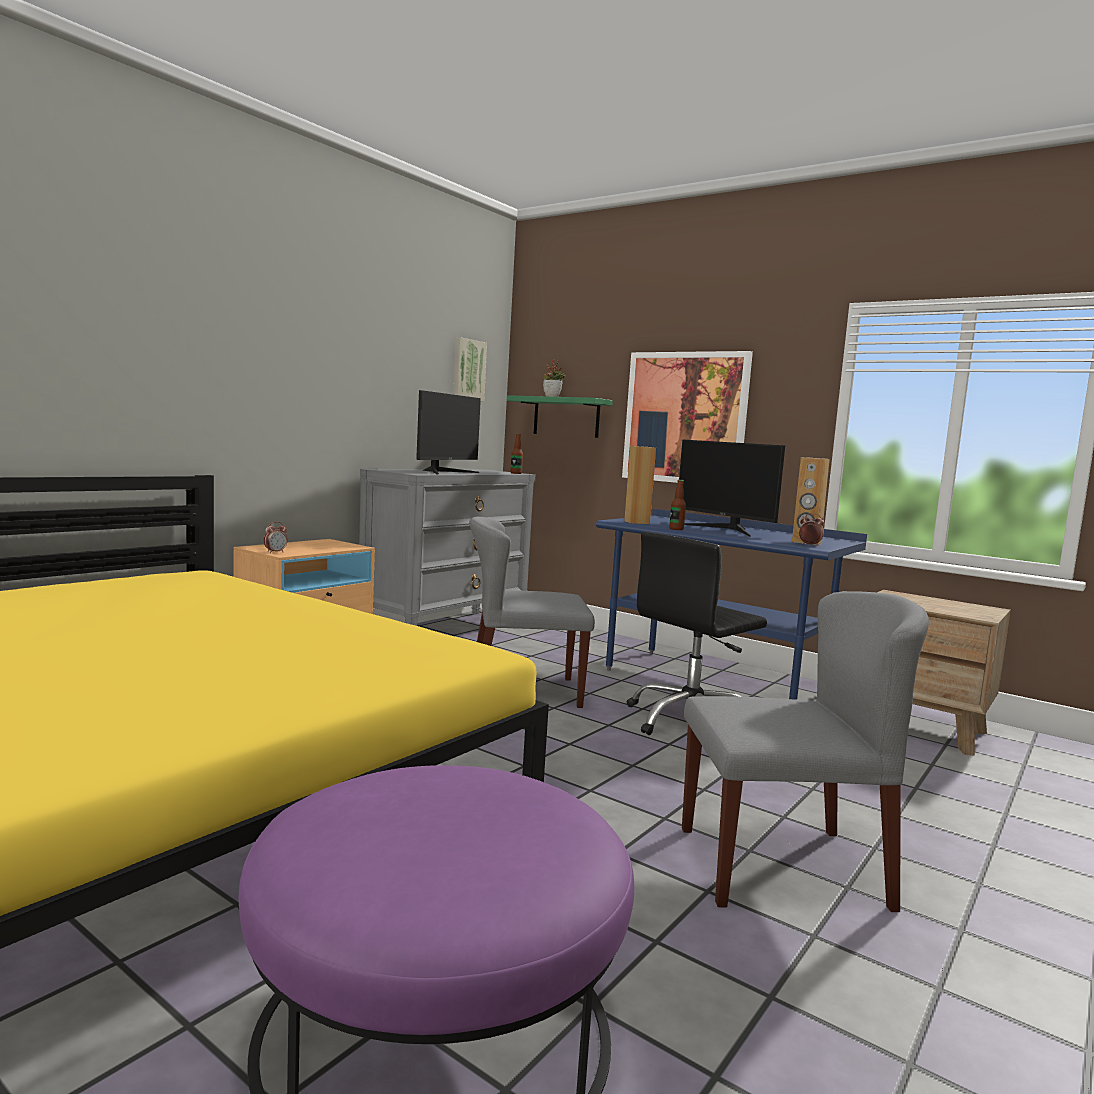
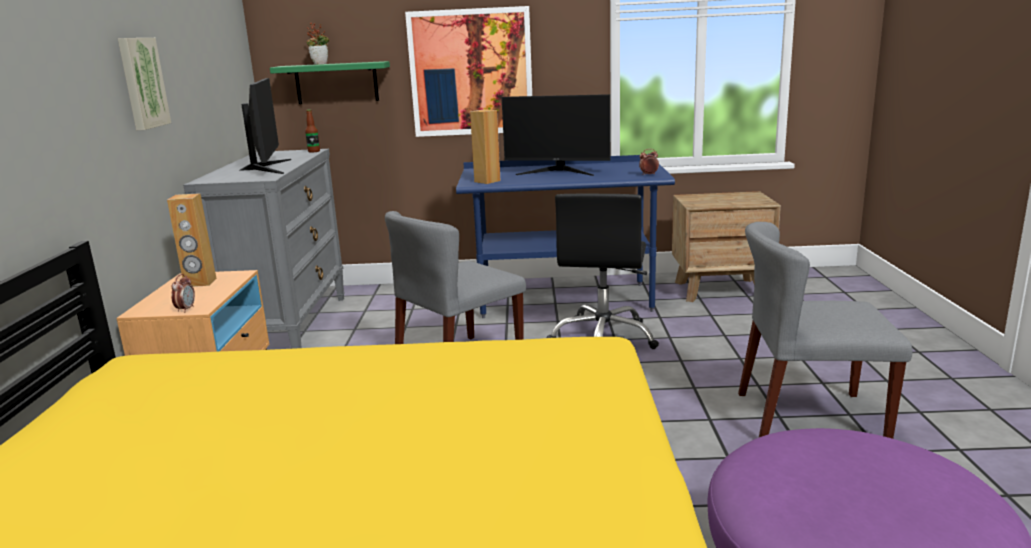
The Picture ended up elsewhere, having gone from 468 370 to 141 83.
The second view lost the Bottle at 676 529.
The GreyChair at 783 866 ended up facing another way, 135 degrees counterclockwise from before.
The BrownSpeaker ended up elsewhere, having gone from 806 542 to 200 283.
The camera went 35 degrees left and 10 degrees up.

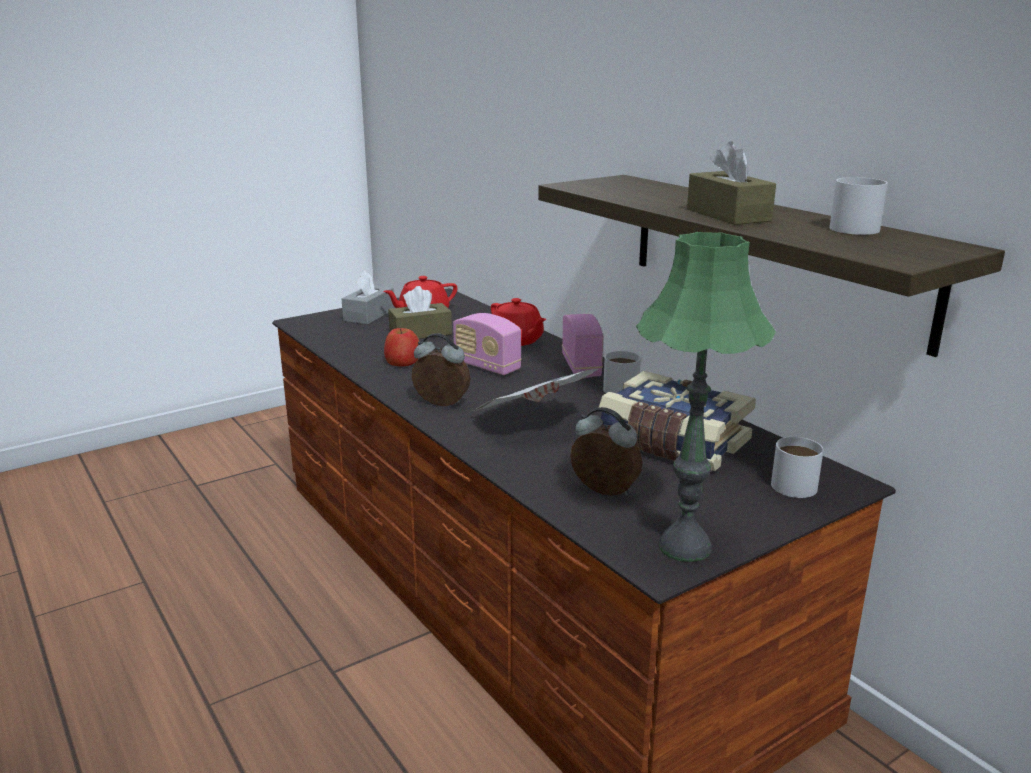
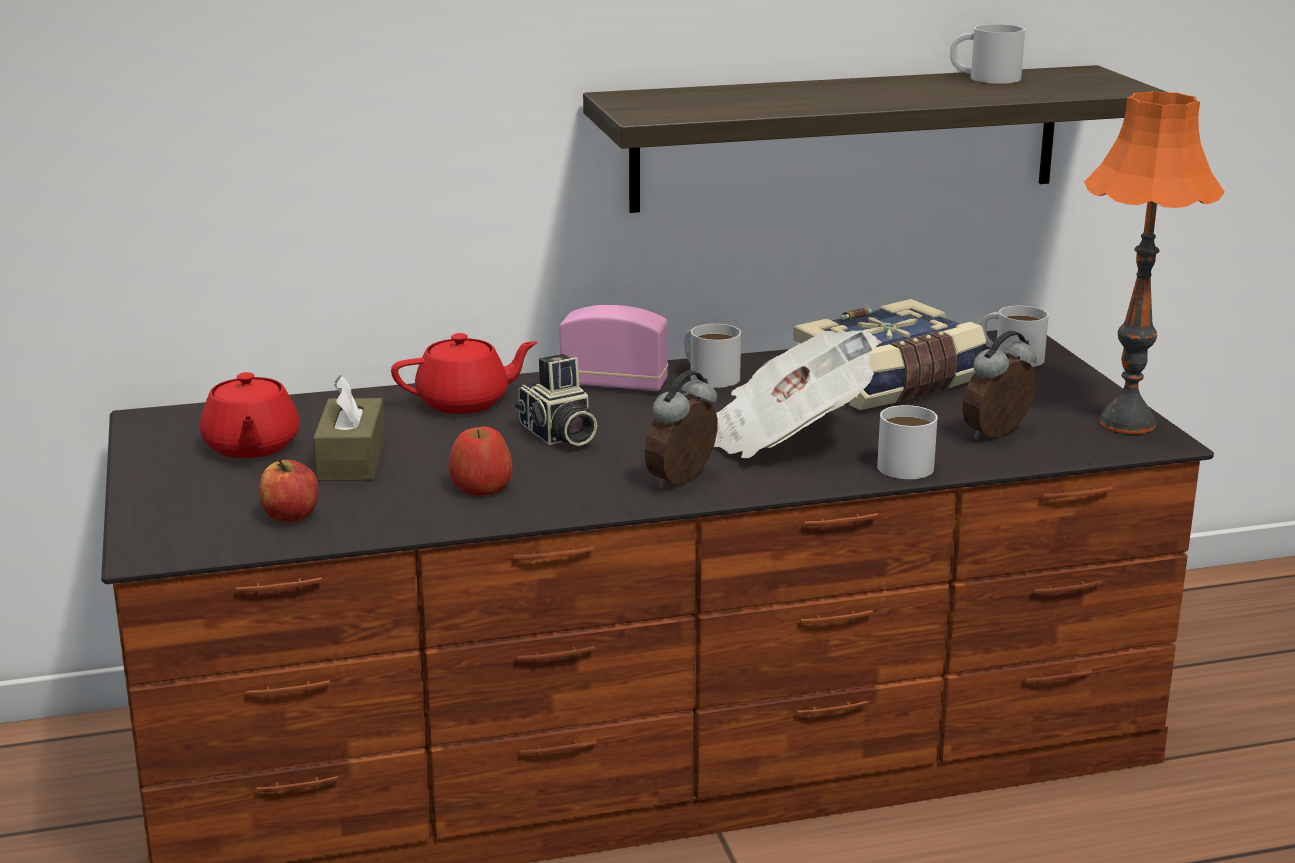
The second view lost the GreyTissueBox at 369 315.
Where the Radio stood at 486 366, the PhotoCamera came to stand at 557 435.
What was the GreenTableLamp at 684 547 turned into the OrangeTableLamp at 1126 423.
The second view lost the BrownTissueBox at 728 215.
The second view gained the Apple at 290 516.
The second view gained the WhiteMug at 911 463.
The camera went 70 degrees left and 0 degrees up.

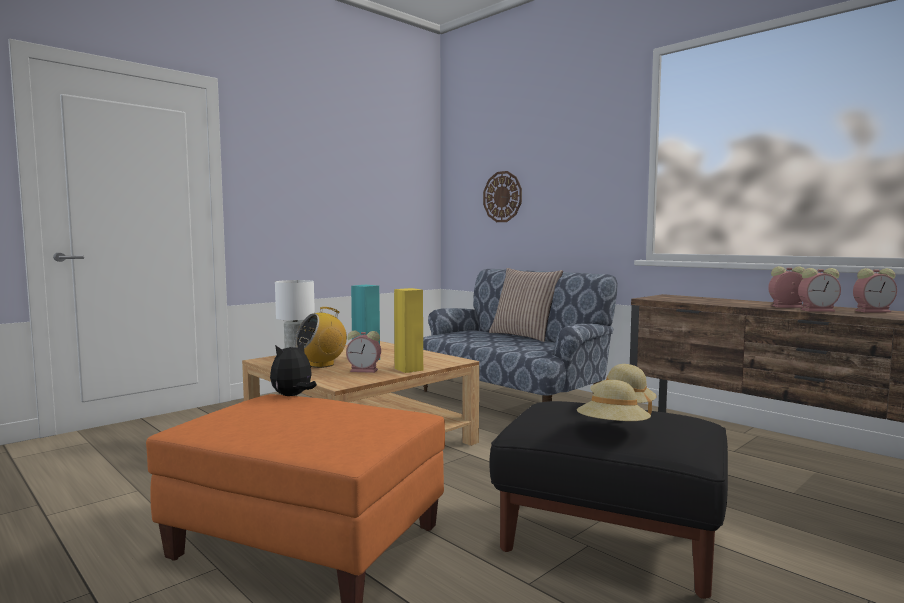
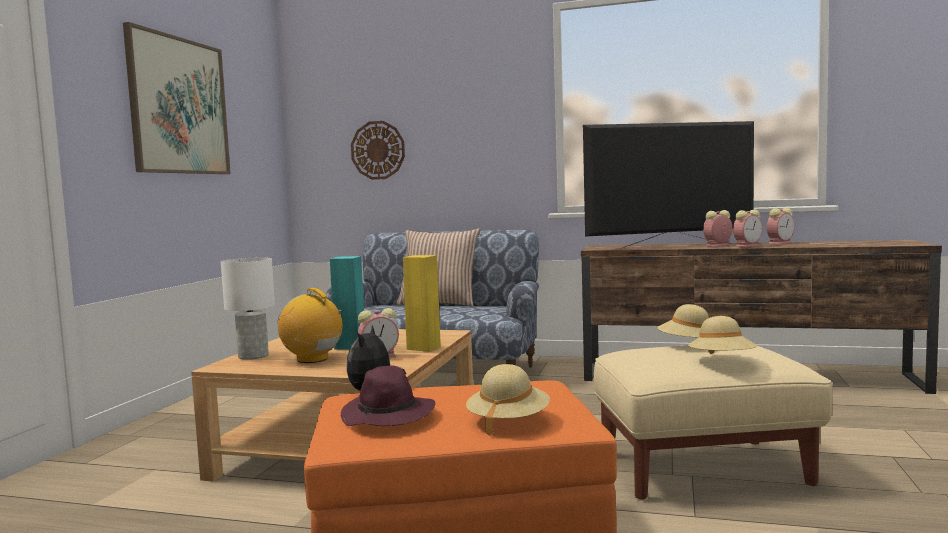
The Radio at 321 364 ended up facing another way, 105 degrees clockwise from before.
What was the BlackOttoman at 607 542 turned into the BeigeOttoman at 701 469.
The second view gained the Picture at 179 106.
The second view gained the PurpleHat at 388 416.
The second view gained the BeigeHat at 508 422.
The second view gained the Television at 670 246.
The camera went 30 degrees left and 0 degrees up.

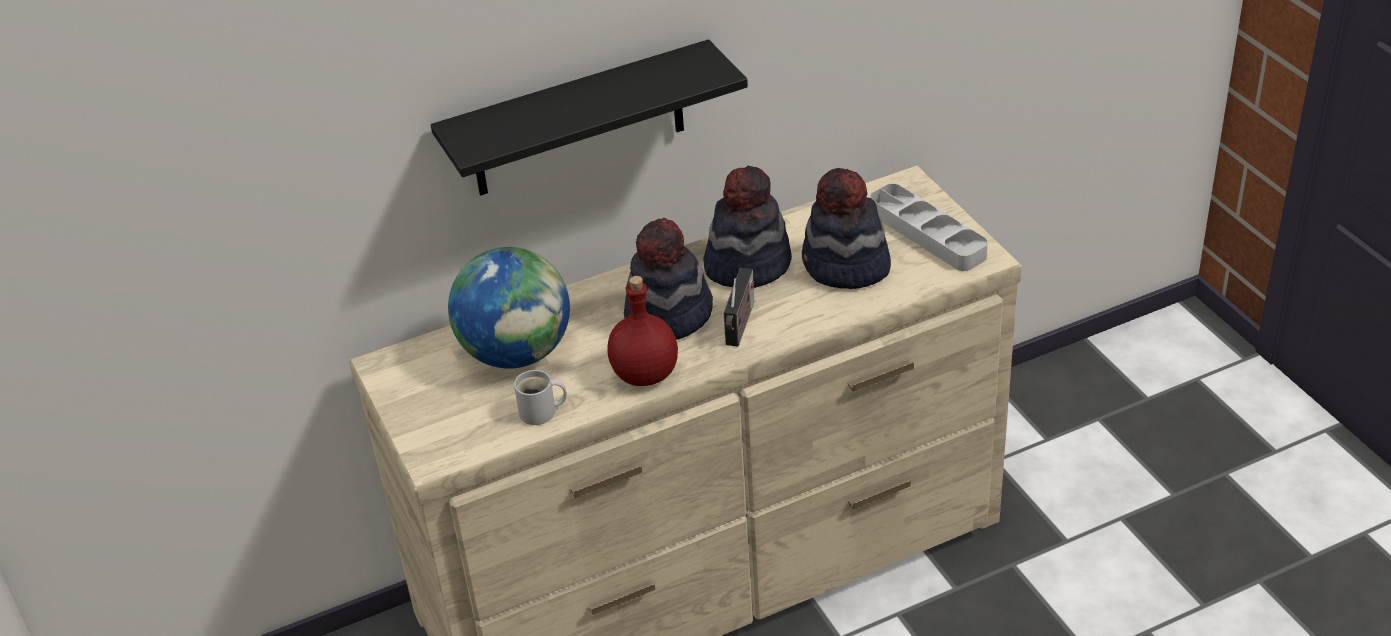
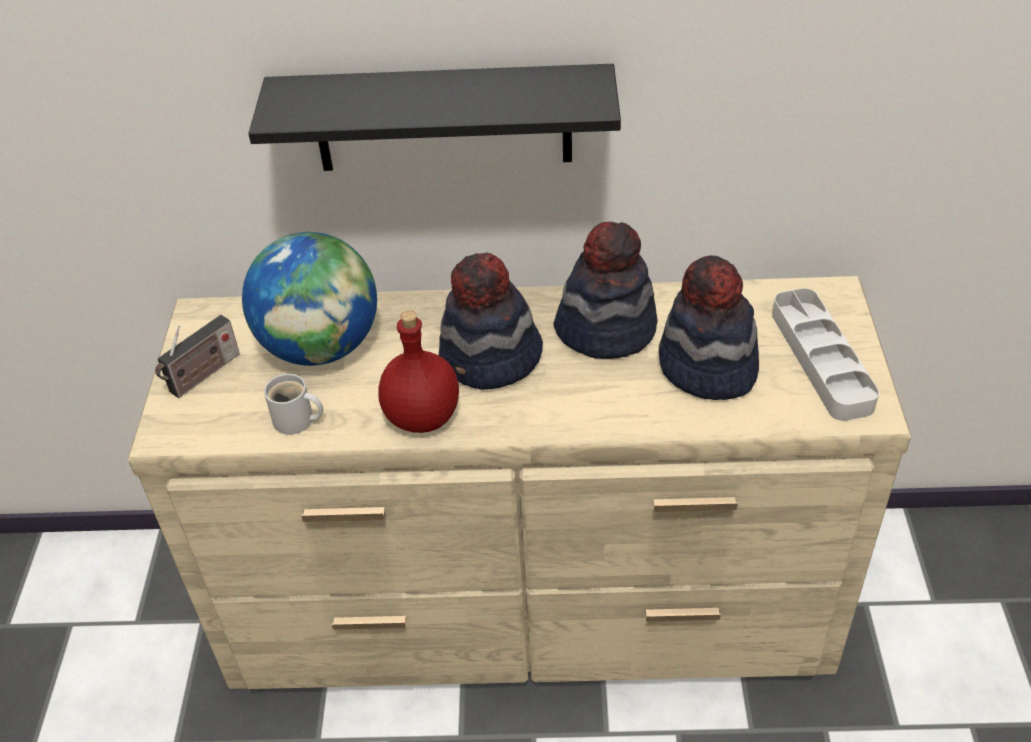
The Radio ended up elsewhere, having gone from 740 325 to 202 376.
The camera went 25 degrees right and 5 degrees up.

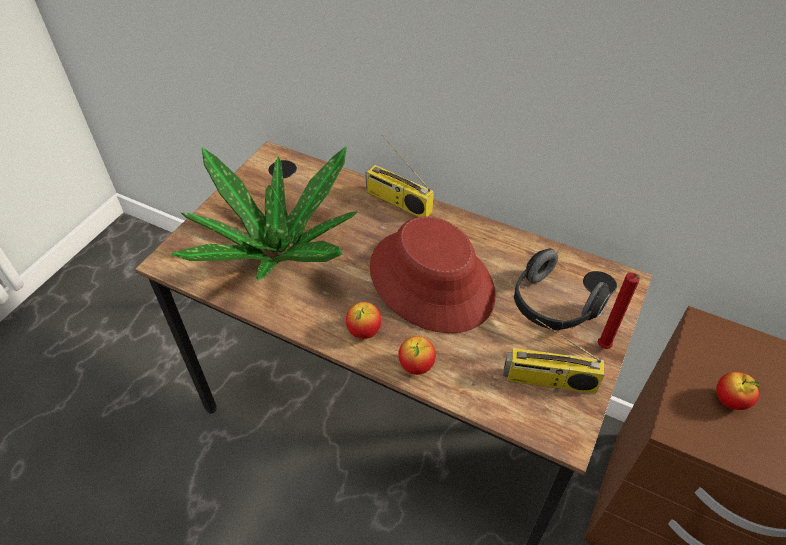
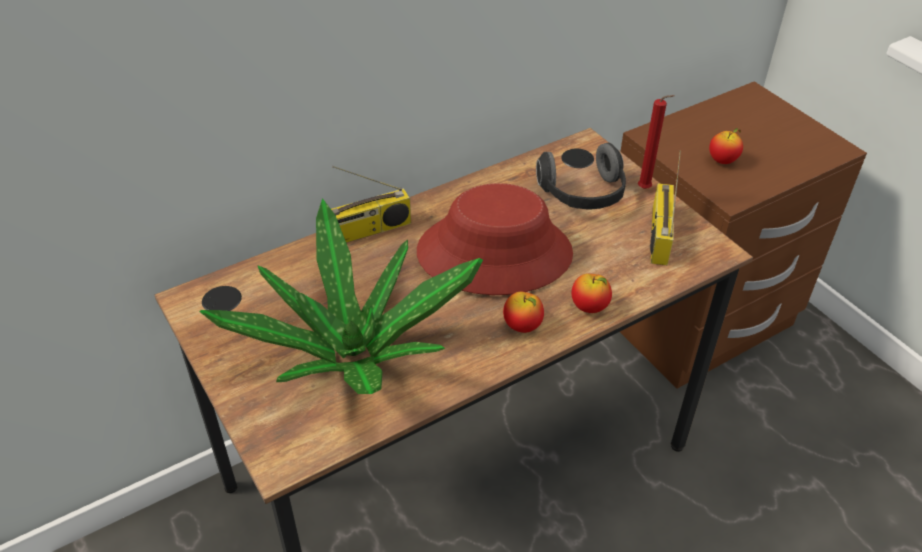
The Radio at 549 381 ended up facing another way, 150 degrees clockwise from before.
The camera went 60 degrees left and 5 degrees down.

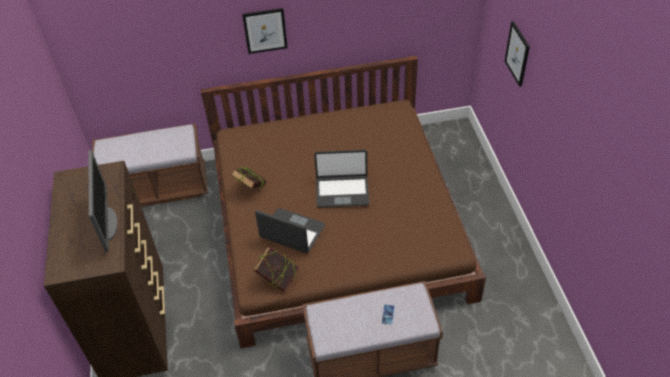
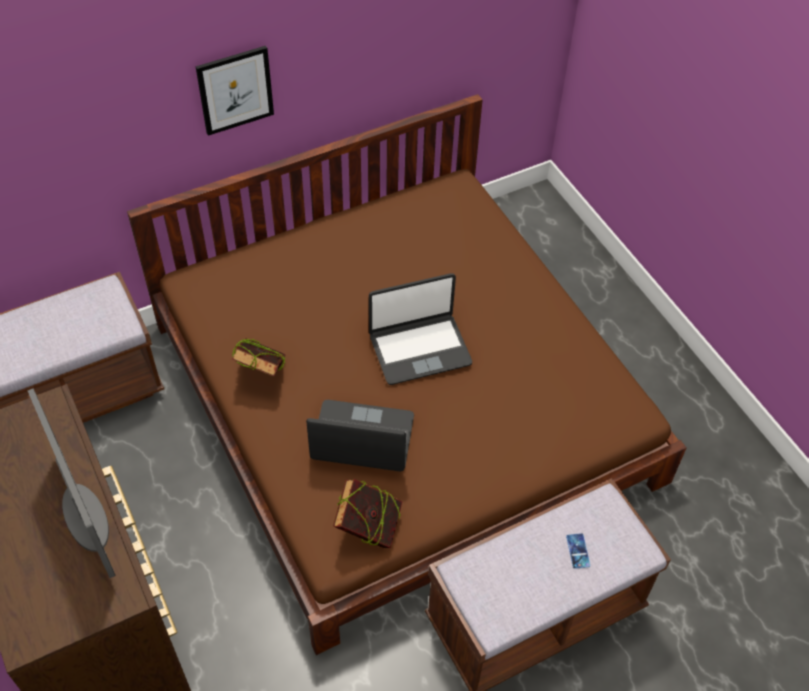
The second view lost the Picture at 517 53.
The camera went 20 degrees left and 5 degrees up.

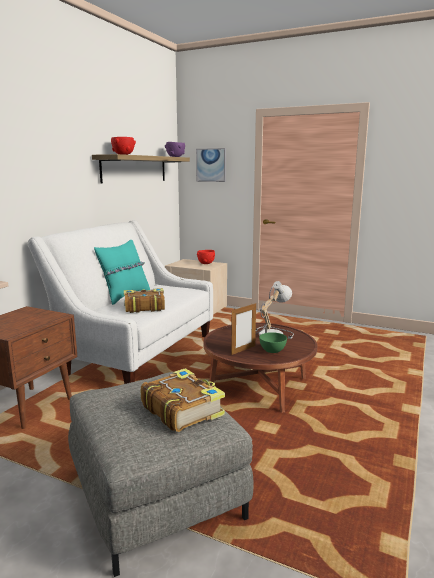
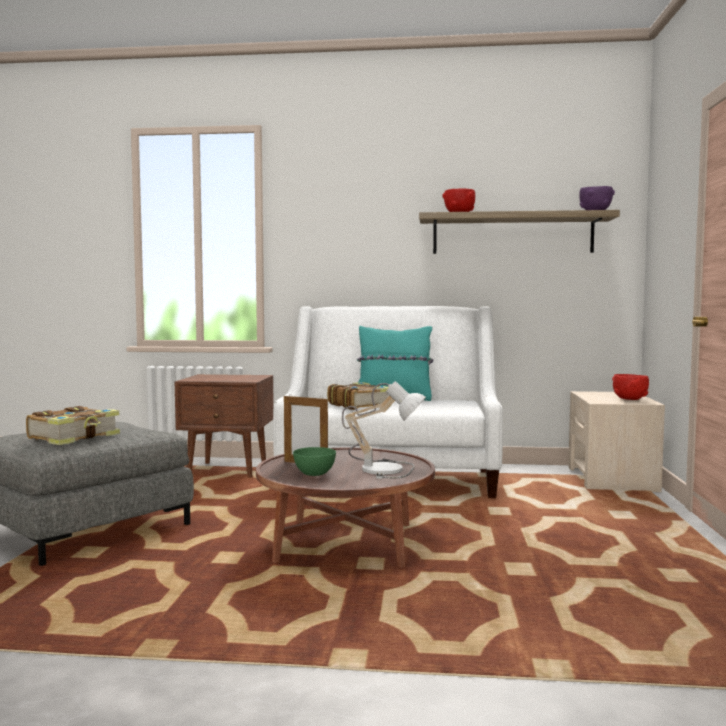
The second view lost the Picture at 211 165.
The camera went 70 degrees right and 10 degrees down.

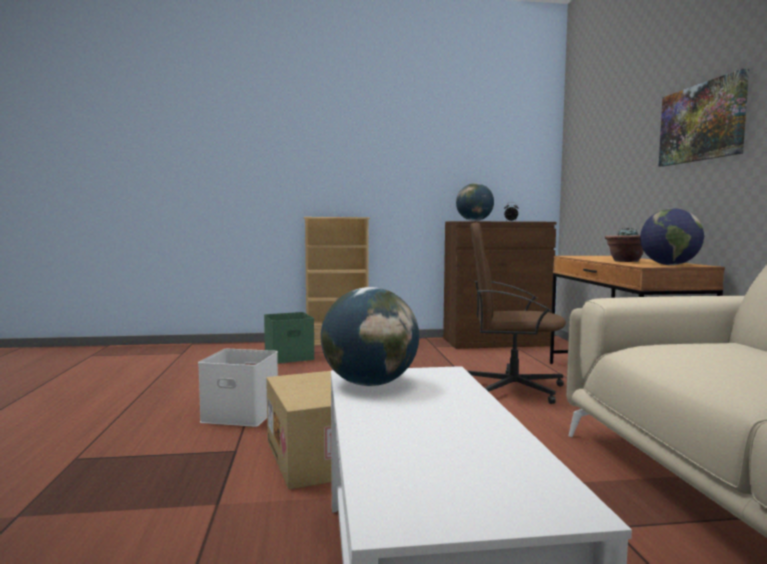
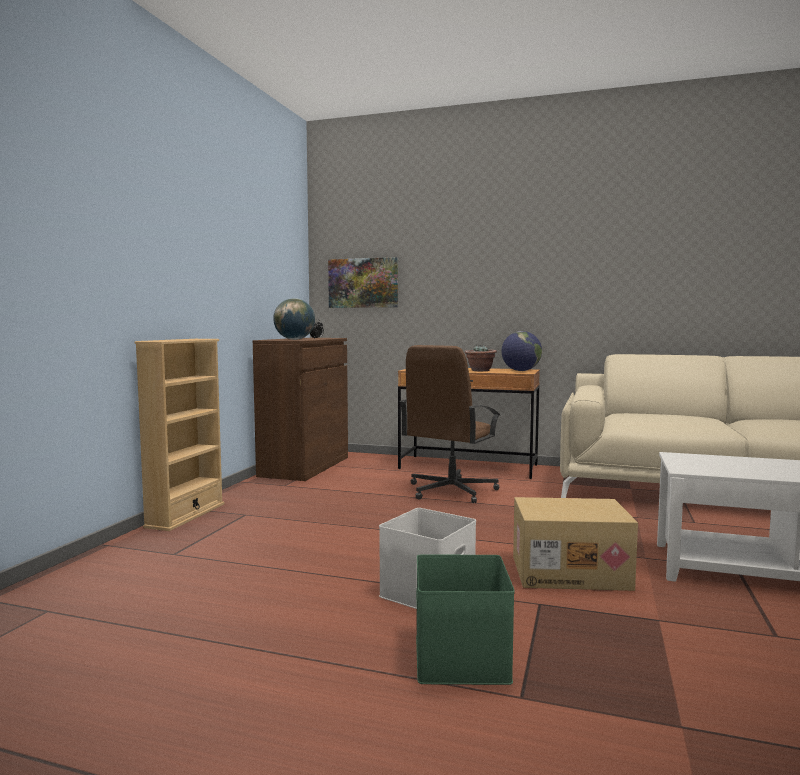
The GreenStorageBox ended up elsewhere, having gone from 289 356 to 459 657.
The second view lost the Globe at 369 384.
The Picture ended up elsewhere, having gone from 702 122 to 363 283.
The camera went 65 degrees left and 0 degrees up.

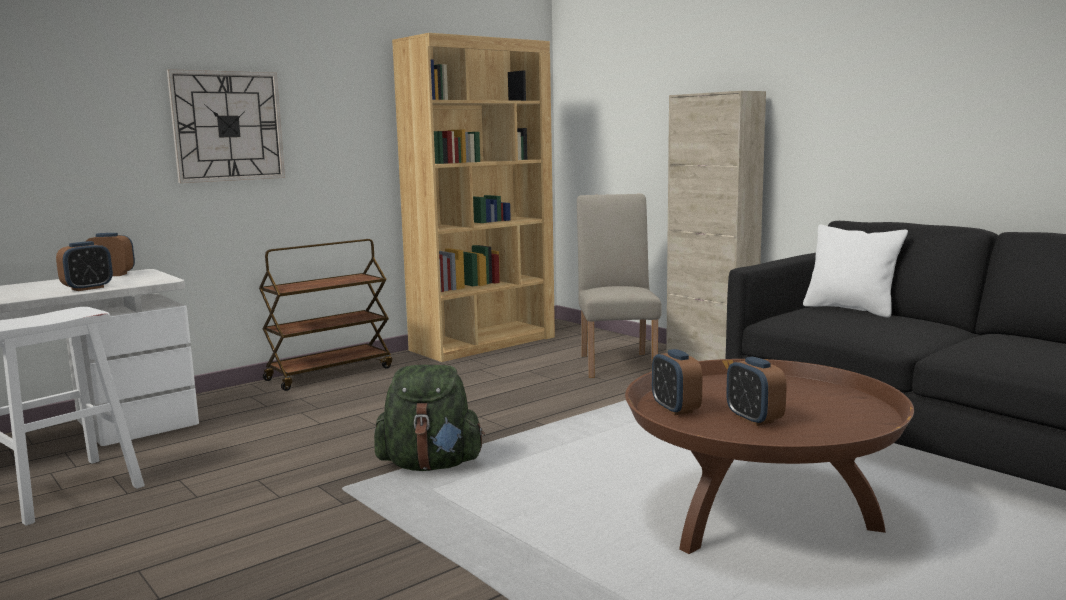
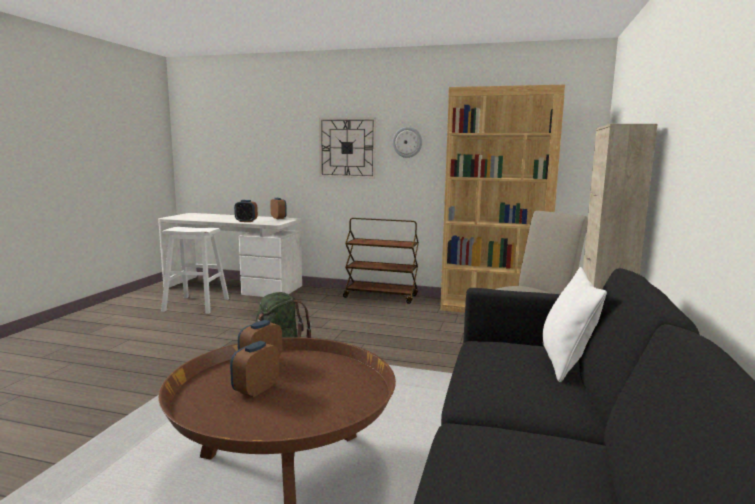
The second view gained the WallClock at 407 142.
The camera went 55 degrees right and 0 degrees up.

